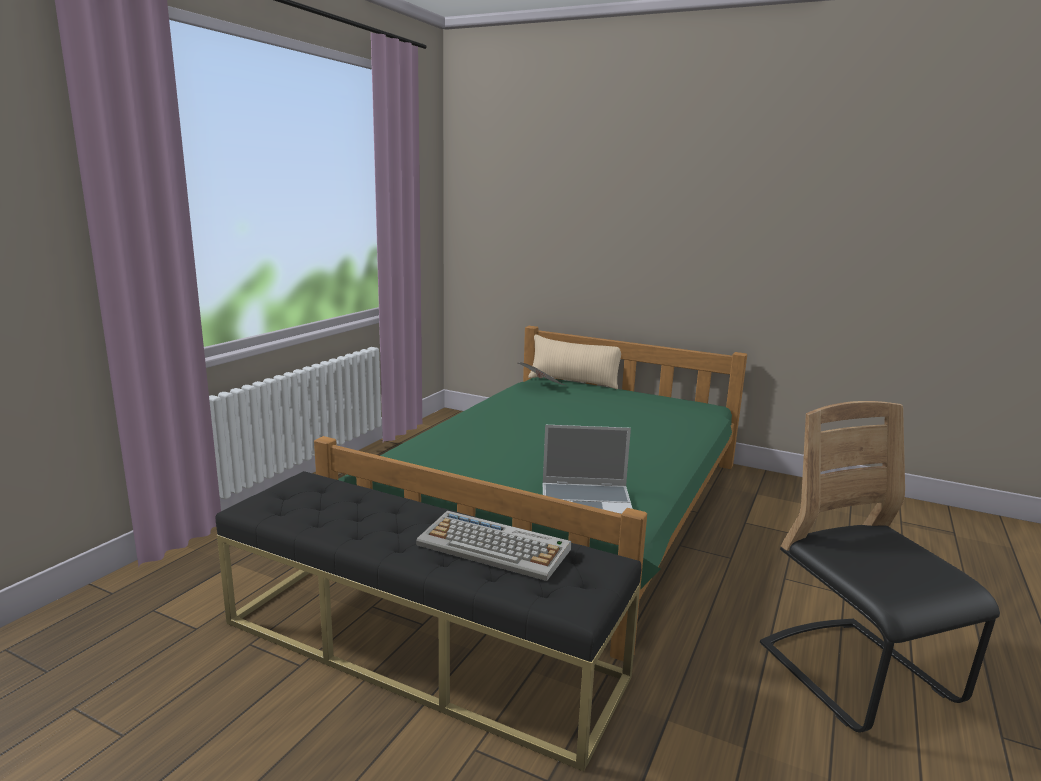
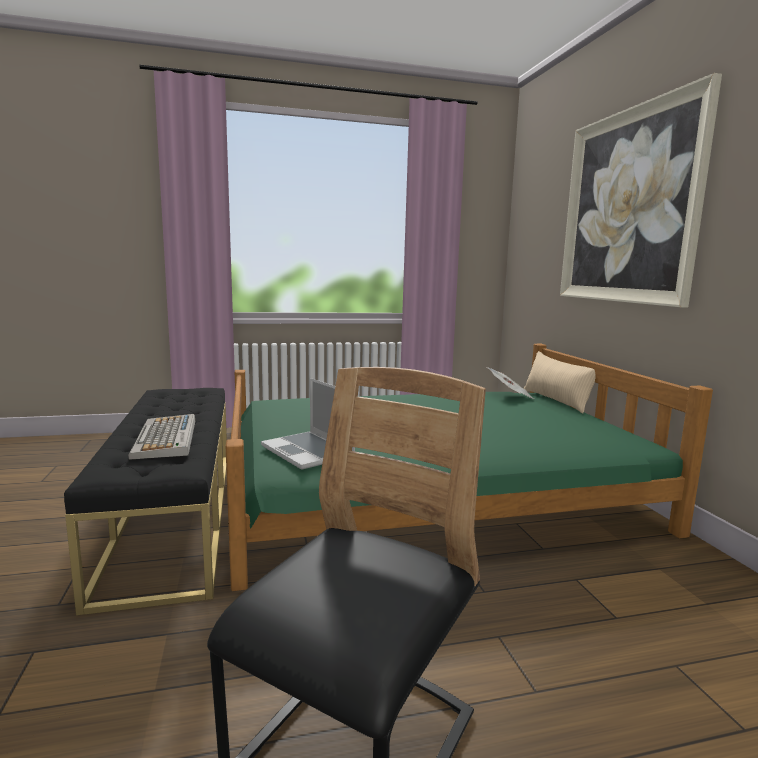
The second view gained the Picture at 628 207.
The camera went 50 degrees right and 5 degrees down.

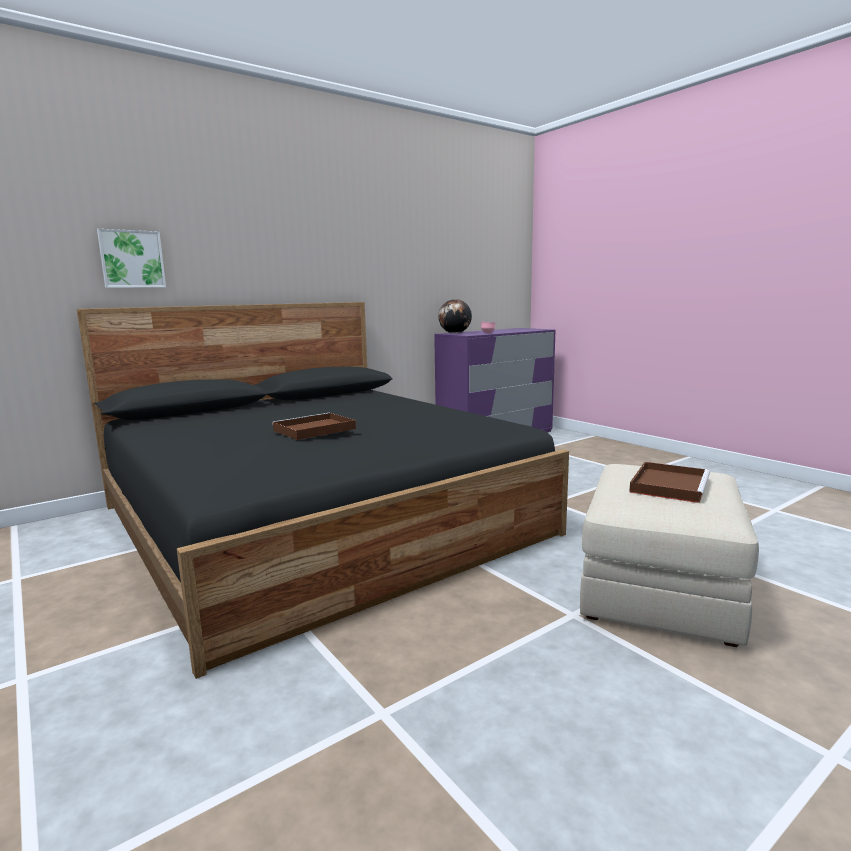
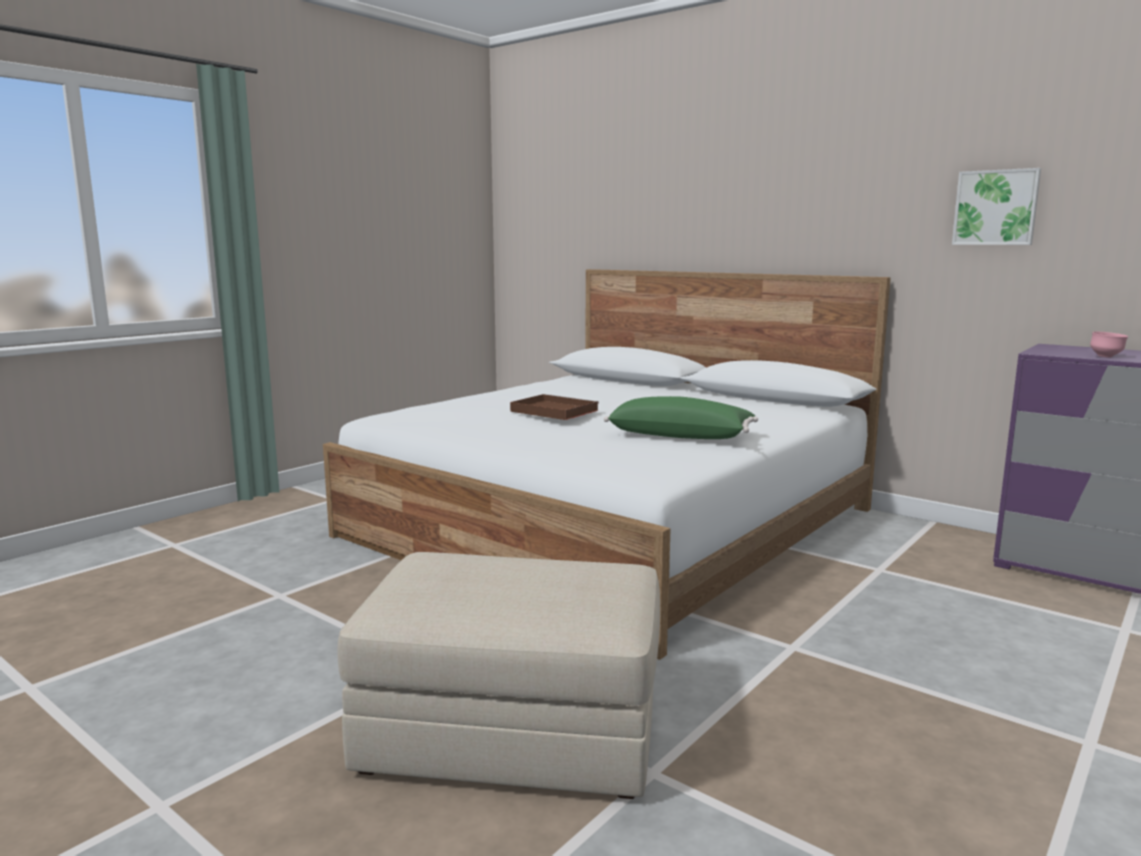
What was the BlackBed at 317 519 turned into the WhiteBed at 614 522.
The Picture ended up elsewhere, having gone from 132 259 to 996 207.
The second view lost the Globe at 455 333.
The second view lost the BrownTray at 669 485.
The second view gained the GreenPillow at 680 436.
The camera went 75 degrees right and 0 degrees up.

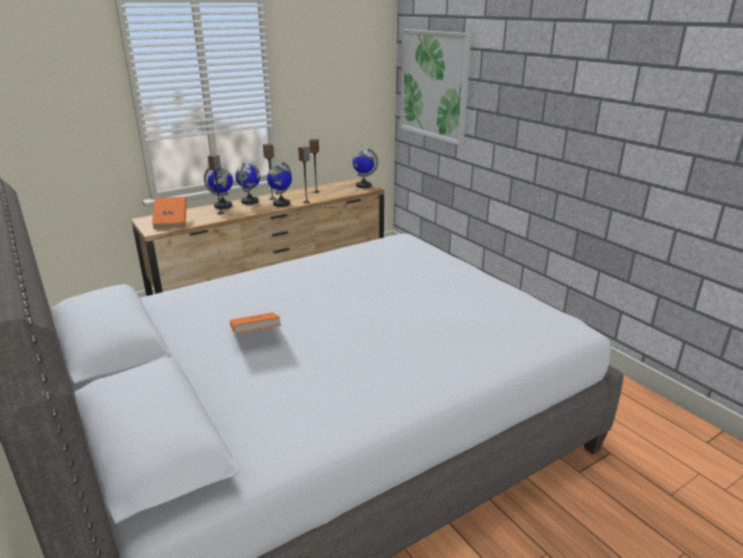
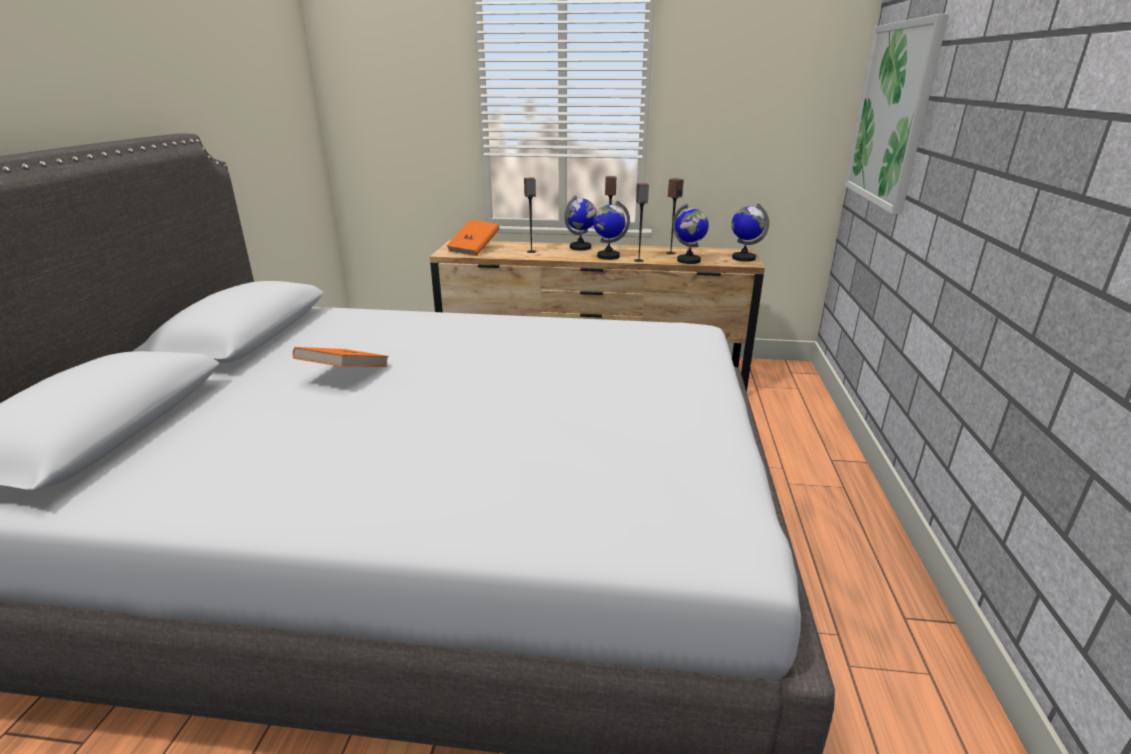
The Globe ended up elsewhere, having gone from 223 206 to 688 261.
The camera went 40 degrees right and 0 degrees up.

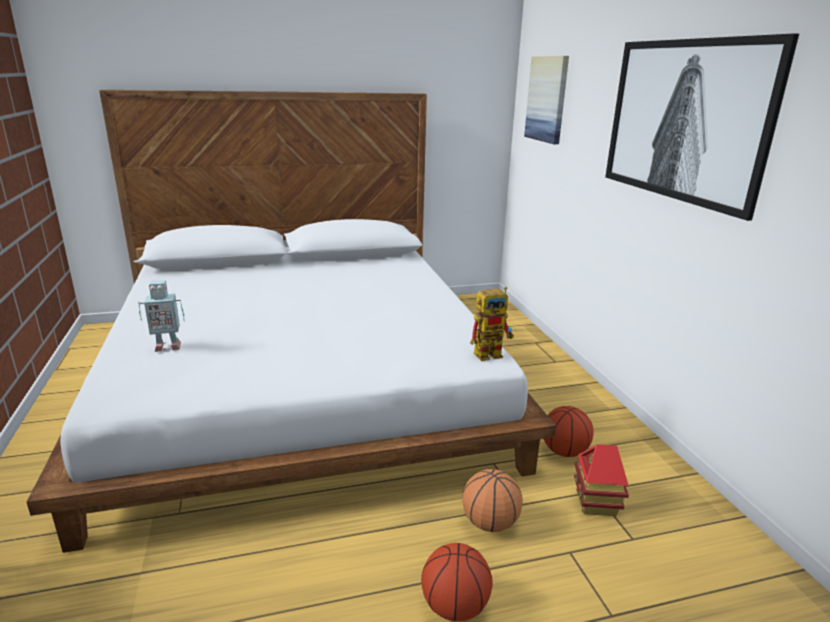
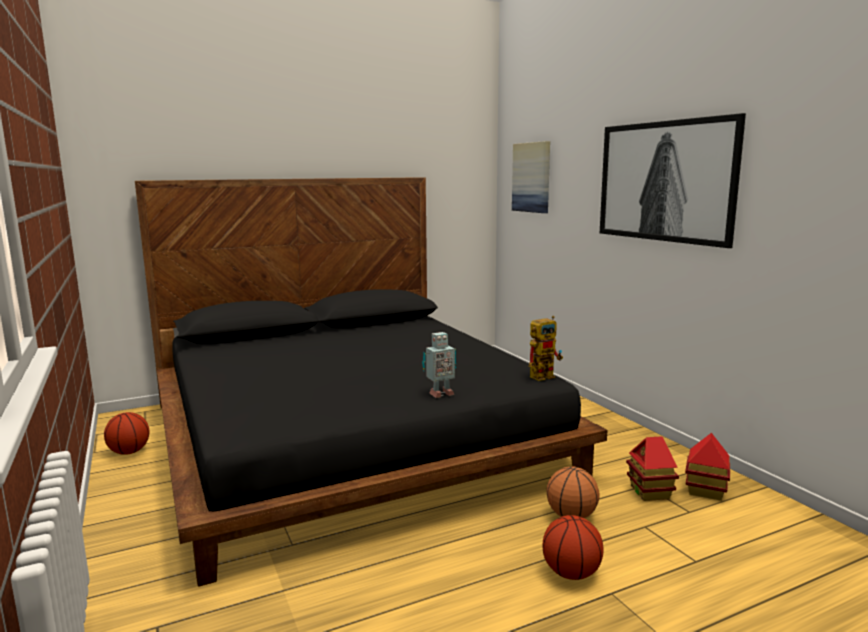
What was the WhiteBed at 301 382 turned into the BlackBed at 349 437.
The ToyRobot ended up elsewhere, having gone from 167 346 to 440 394.
The Basketball ended up elsewhere, having gone from 564 452 to 129 452.
The second view gained the ToyHouse at 705 491.
The camera went 10 degrees left and 10 degrees down.

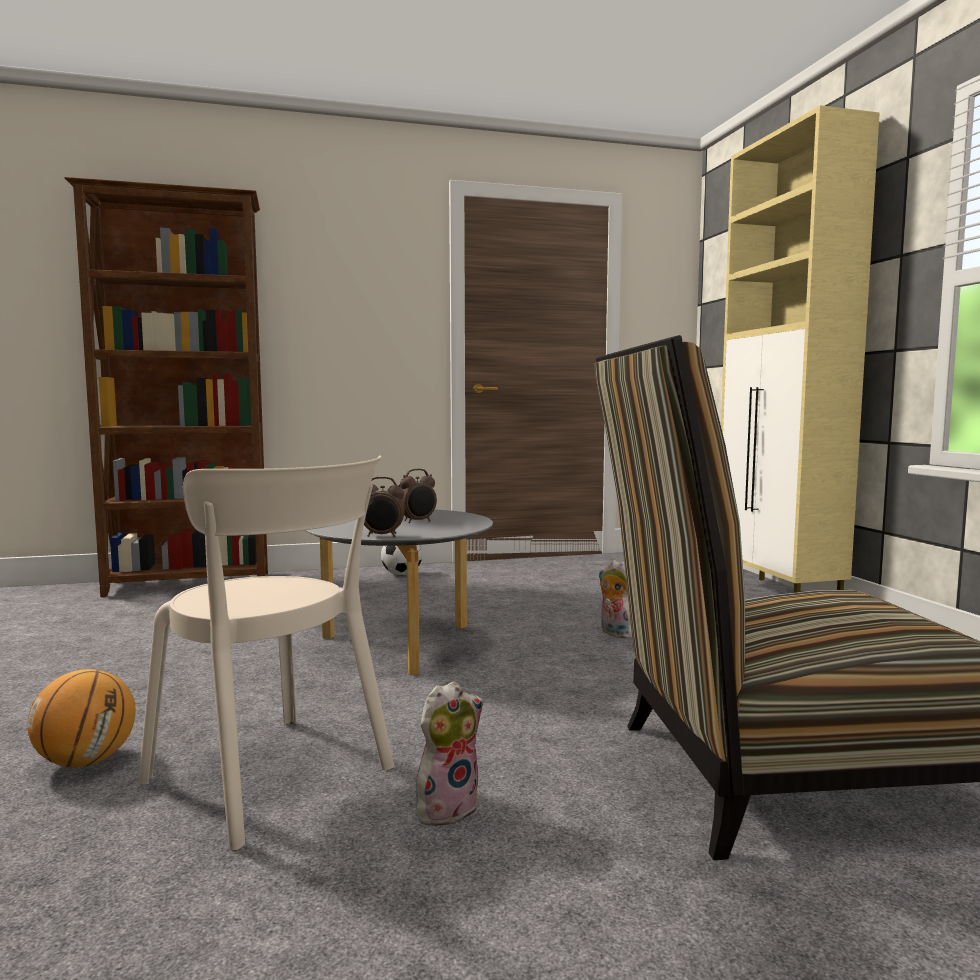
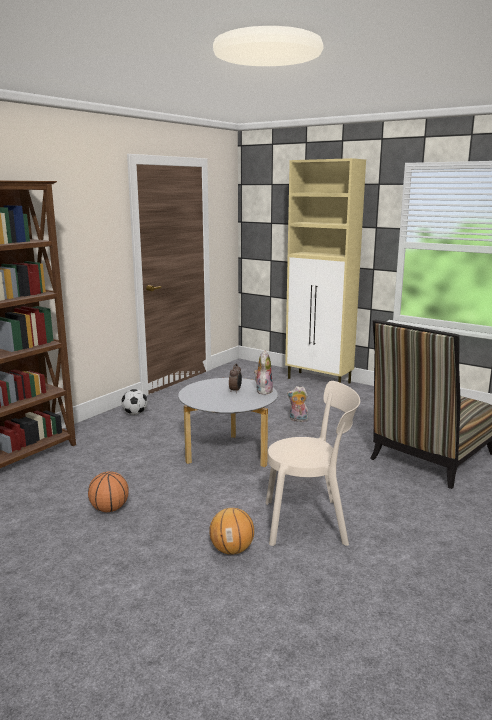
The second view lost the AlarmClock at 383 536.
The PlushToy ended up elsewhere, having gone from 447 807 to 263 390.
The second view gained the Basketball at 109 509.
The camera went 40 degrees left and 10 degrees up.

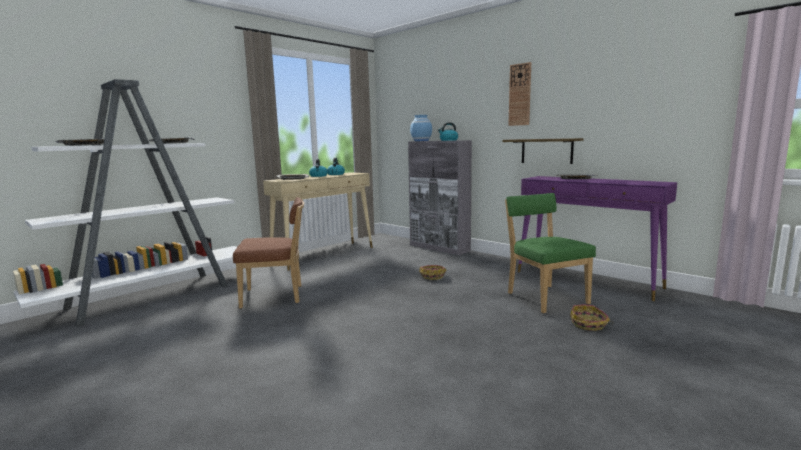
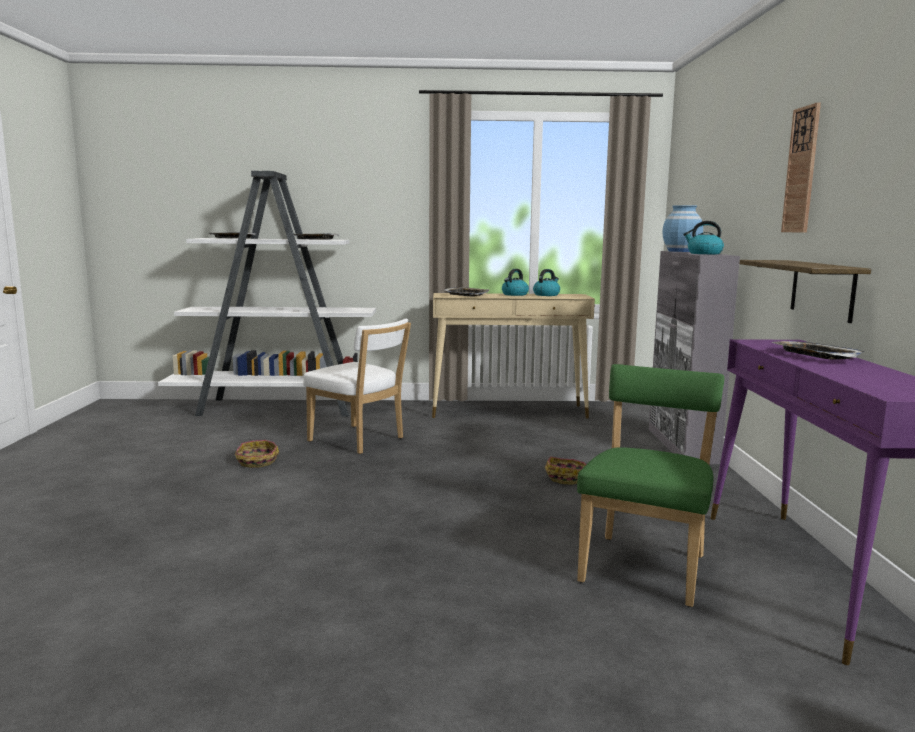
What was the BrownChair at 276 296 turned into the WhiteChair at 359 440.
The Basket ended up elsewhere, having gone from 589 324 to 257 462.
The camera went 45 degrees right and 0 degrees up.

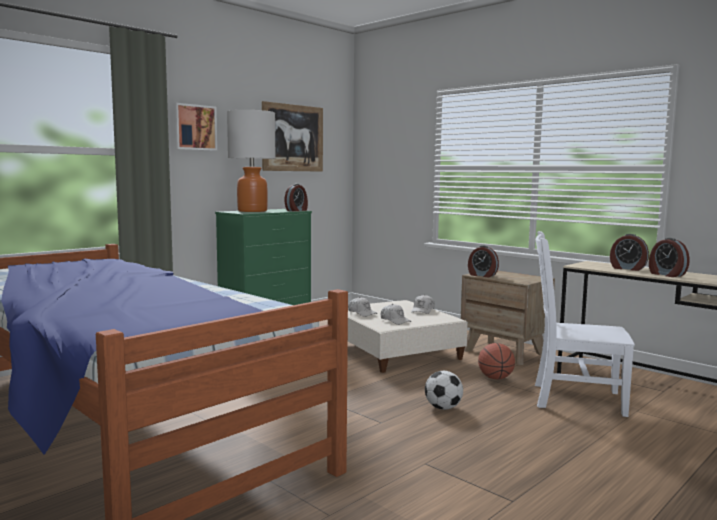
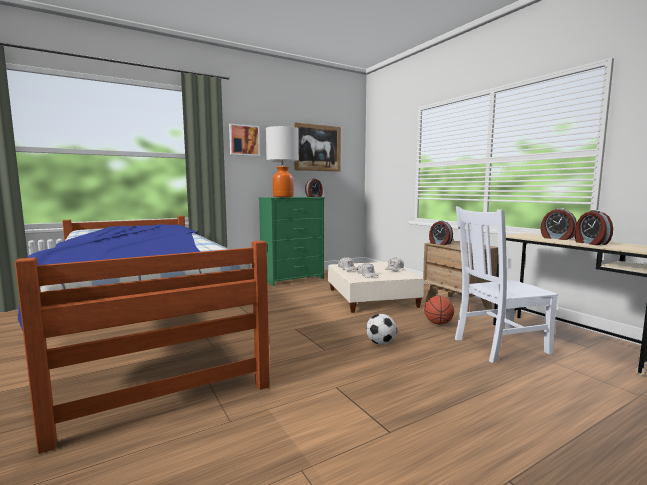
The WhiteChair at 574 399 ended up facing another way, 45 degrees counterclockwise from before.
The camera went 15 degrees right and 0 degrees up.

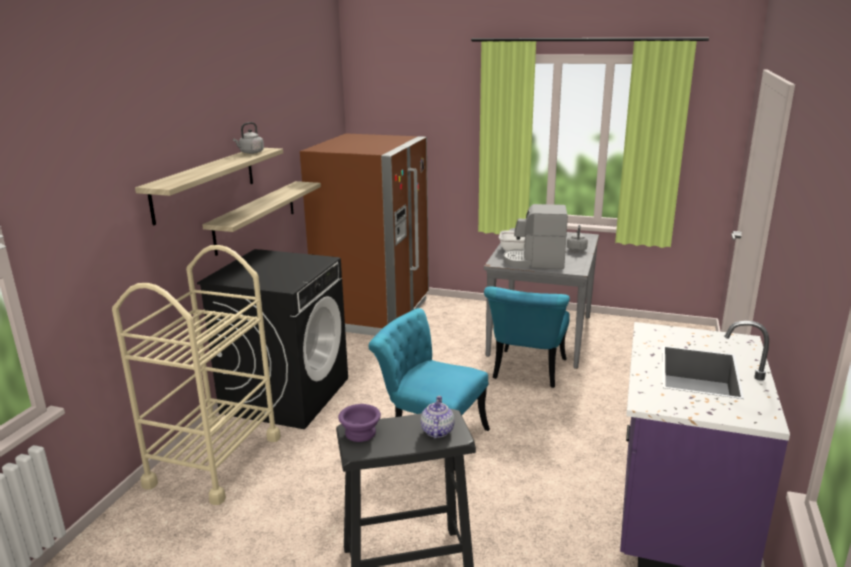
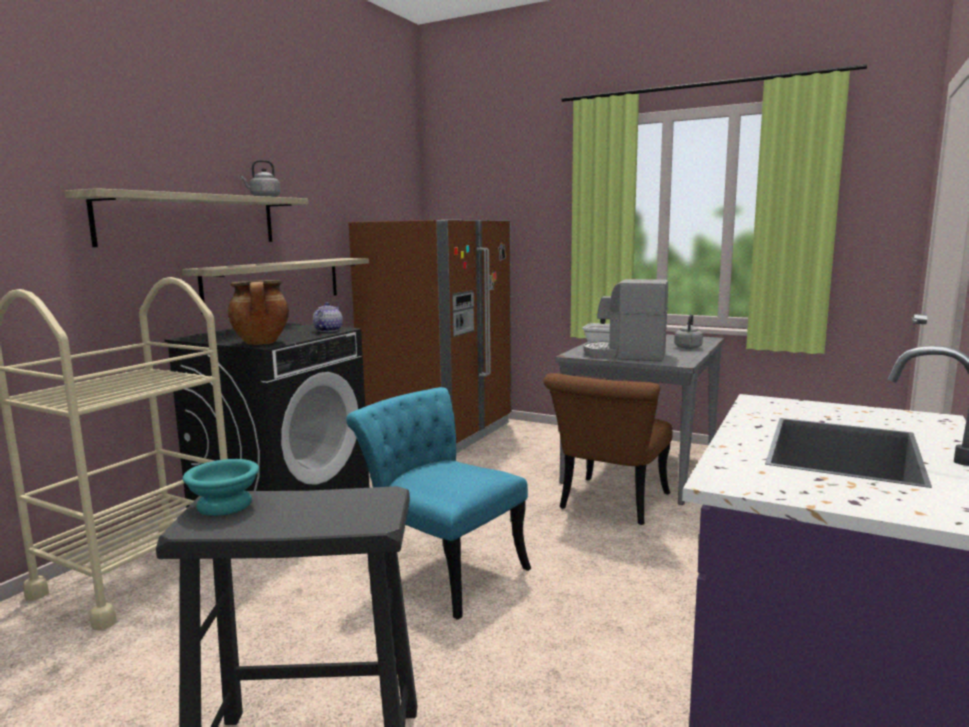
What was the PurpleBowl at 361 432 turned into the TurquoiseBowl at 227 504.
The Teapot ended up elsewhere, having gone from 437 431 to 328 330.
What was the TurquoiseChair at 527 373 turned into the BrownChair at 610 505.
The second view gained the CookingPot at 262 343.
The camera went 10 degrees right and 10 degrees down.

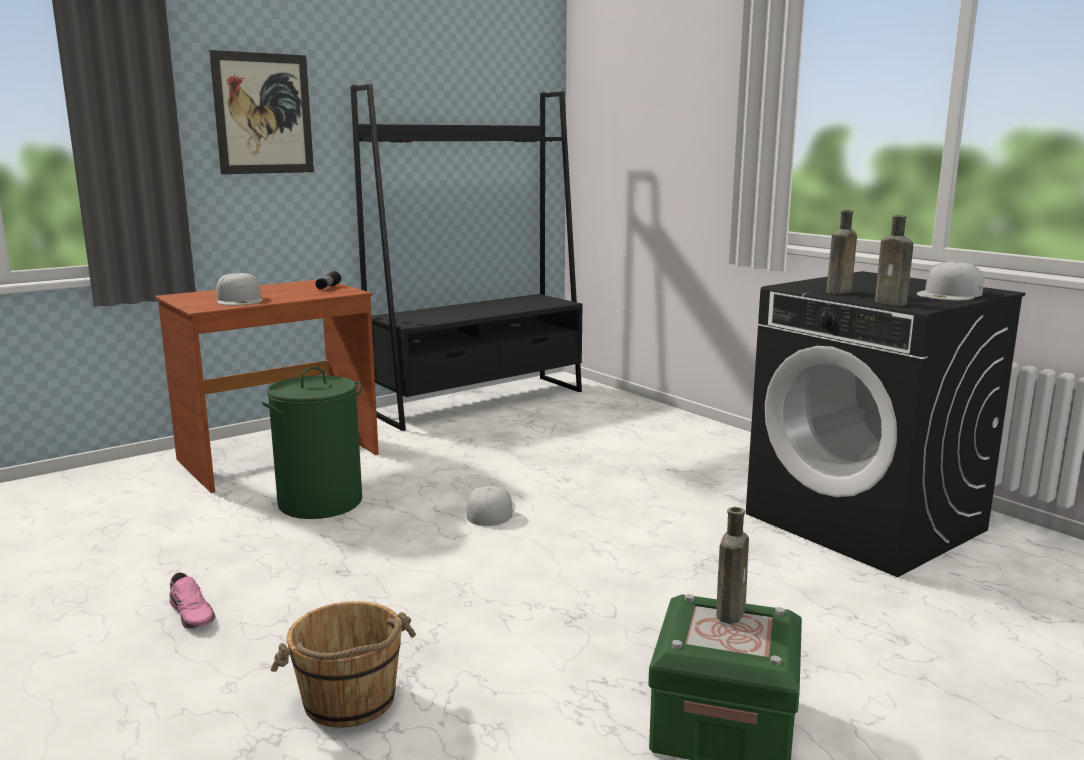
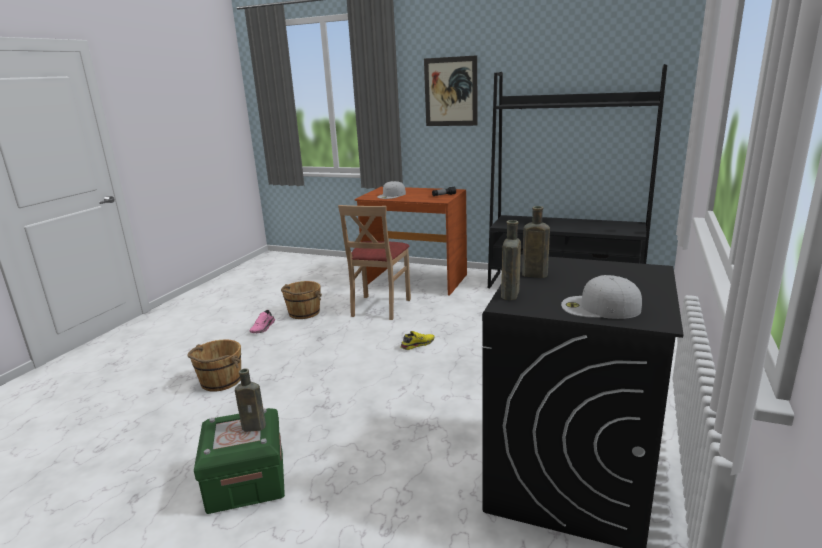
Where the GreenLaundryBasket stood at 320 502, the BeigeChair came to stand at 379 307.
Where the WhiteCap stood at 490 511, the YellowShoe came to stand at 417 344.
The second view gained the BrownBucket at 303 313.
The camera went 60 degrees right and 5 degrees up.

